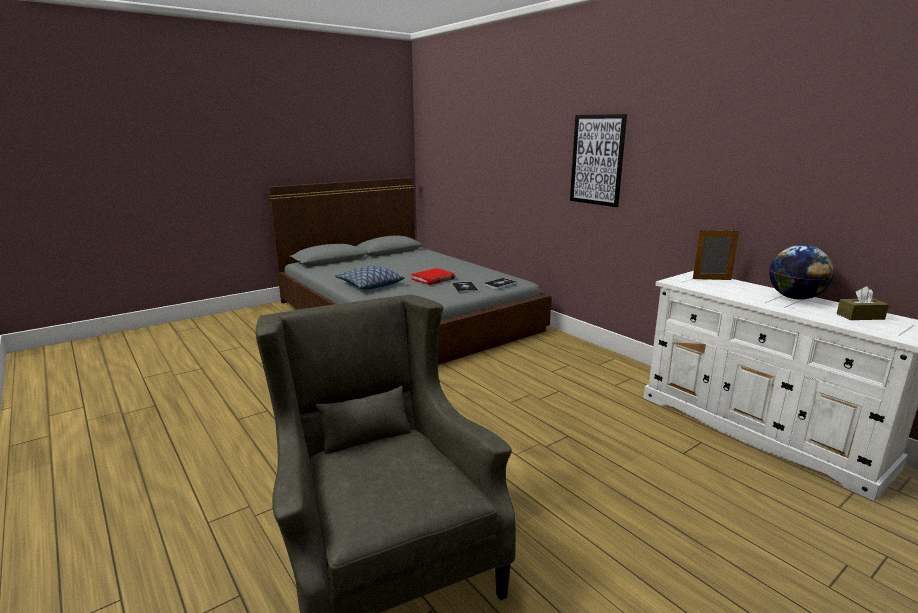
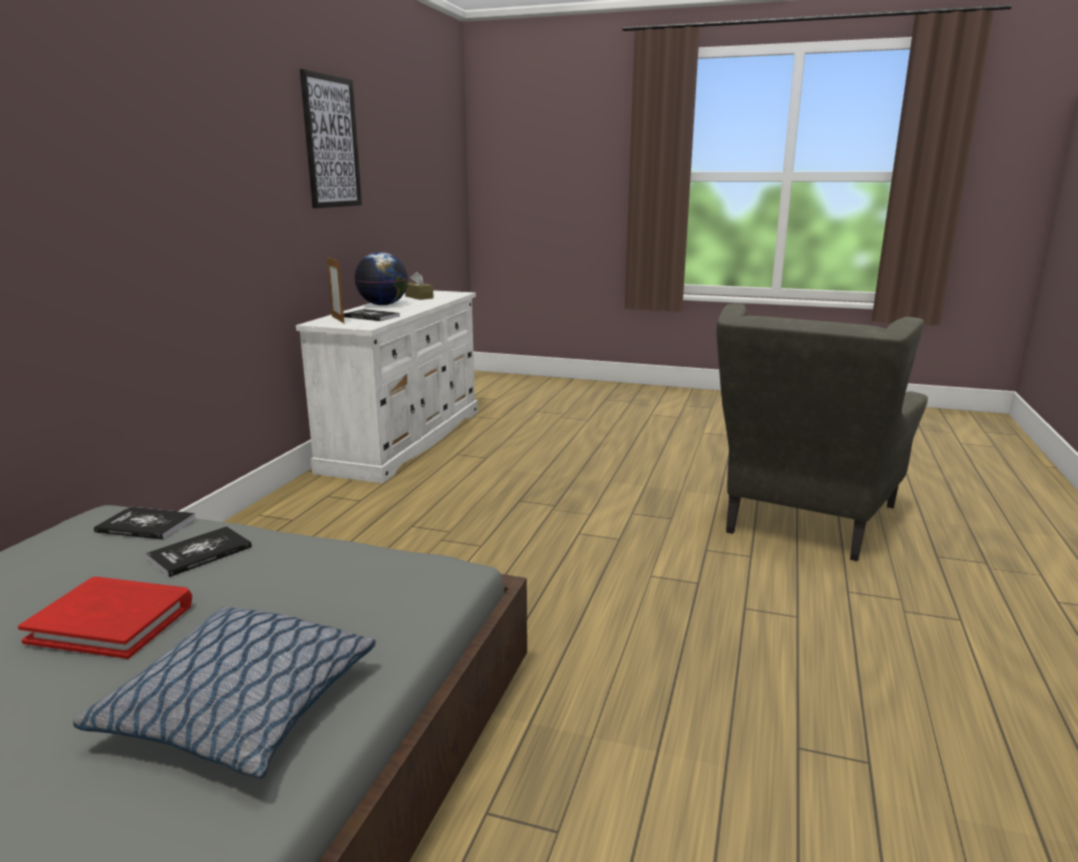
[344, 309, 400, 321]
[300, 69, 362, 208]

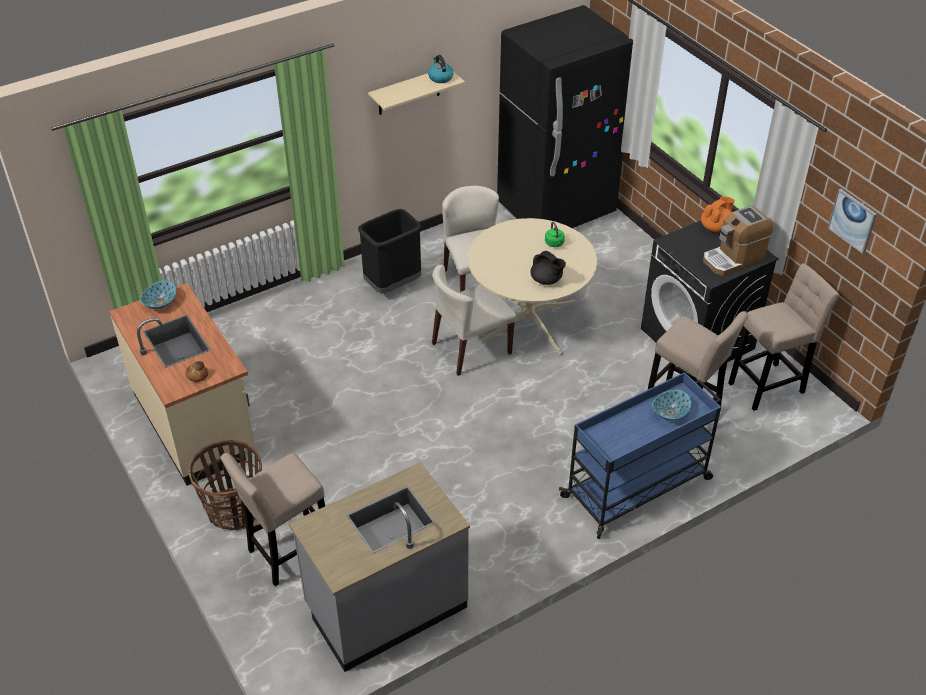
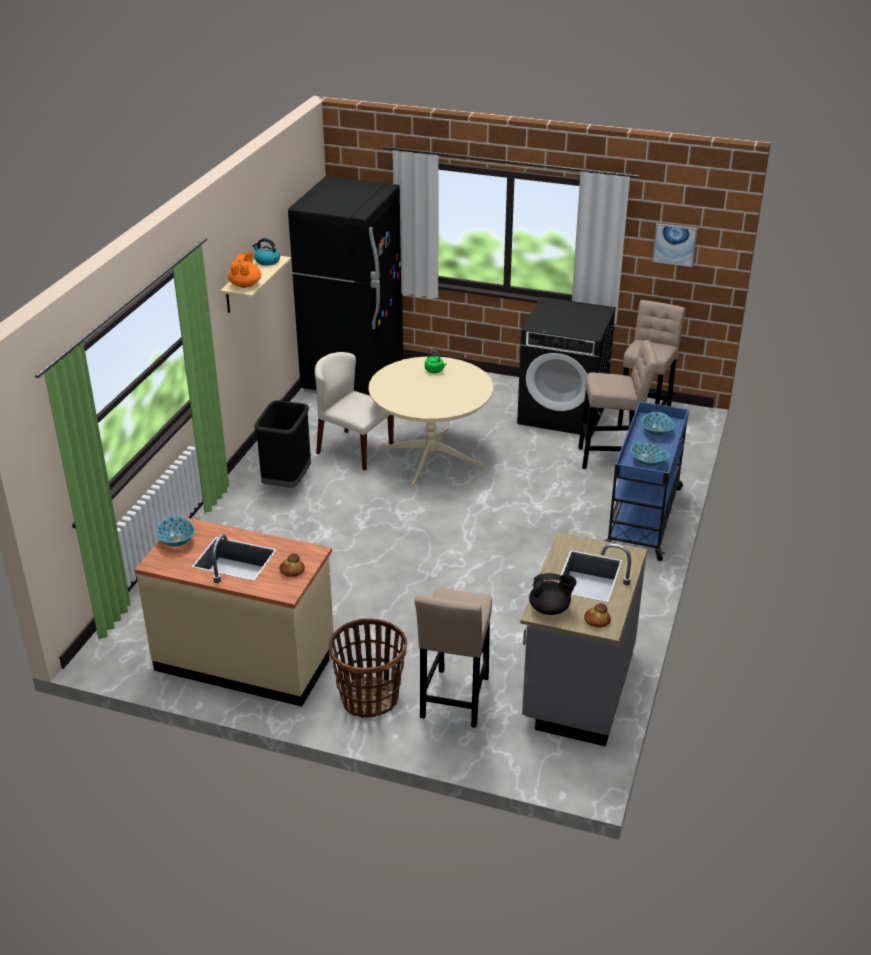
[432, 265, 517, 376] (first image)
[703, 206, 773, 276] (first image)
[584, 603, 611, 628]
[631, 442, 669, 466]
[529, 573, 577, 615]
[228, 252, 261, 288]

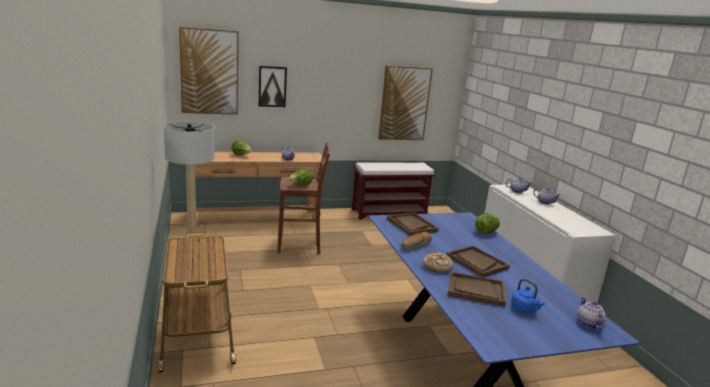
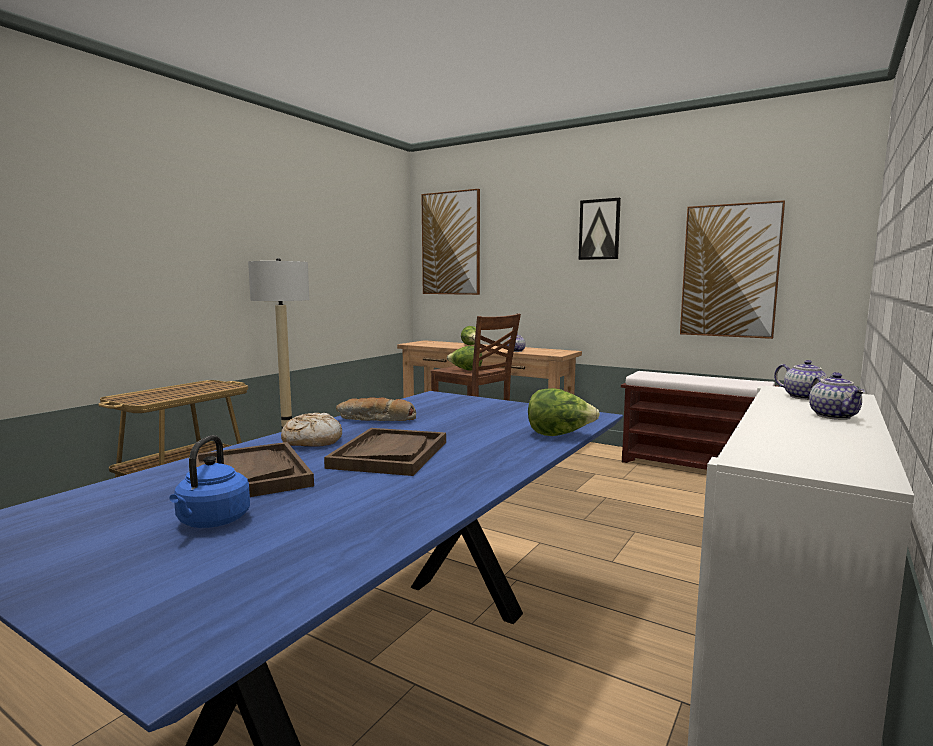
[387, 212, 439, 236] (first image)
[577, 297, 606, 329] (first image)
[579, 198, 621, 260]

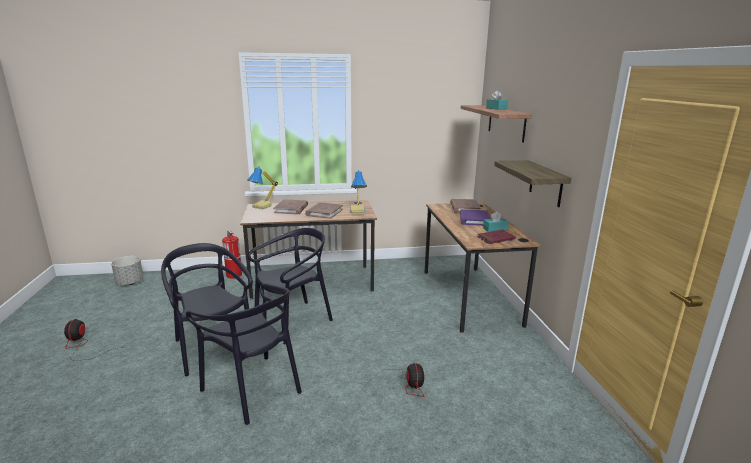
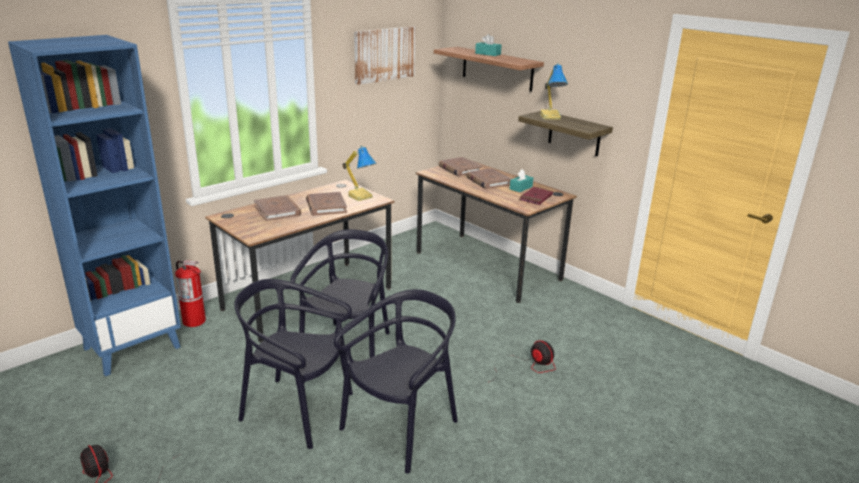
[111, 256, 143, 285] (first image)
[8, 35, 181, 376]
[354, 26, 415, 85]
[540, 63, 568, 120]
[466, 168, 511, 189]
[334, 289, 458, 474]

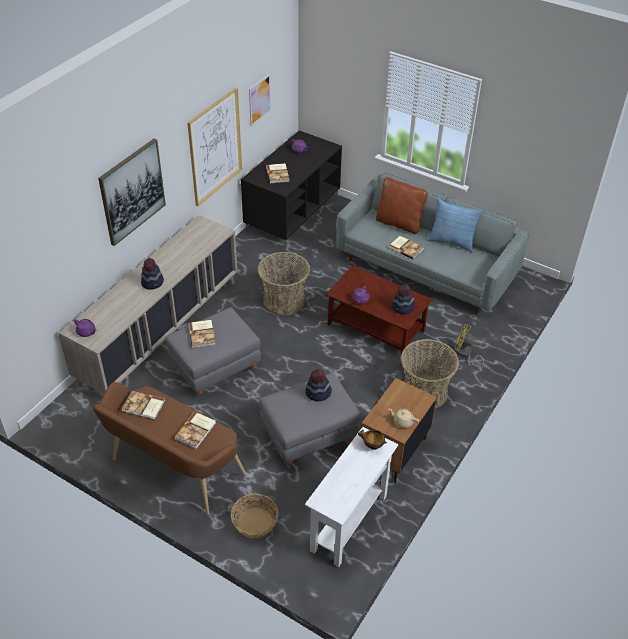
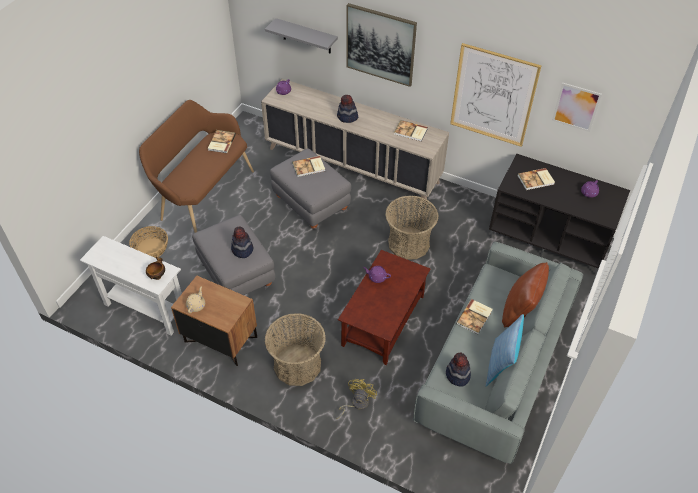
[265, 18, 338, 53]
[394, 120, 428, 141]
[446, 353, 471, 387]

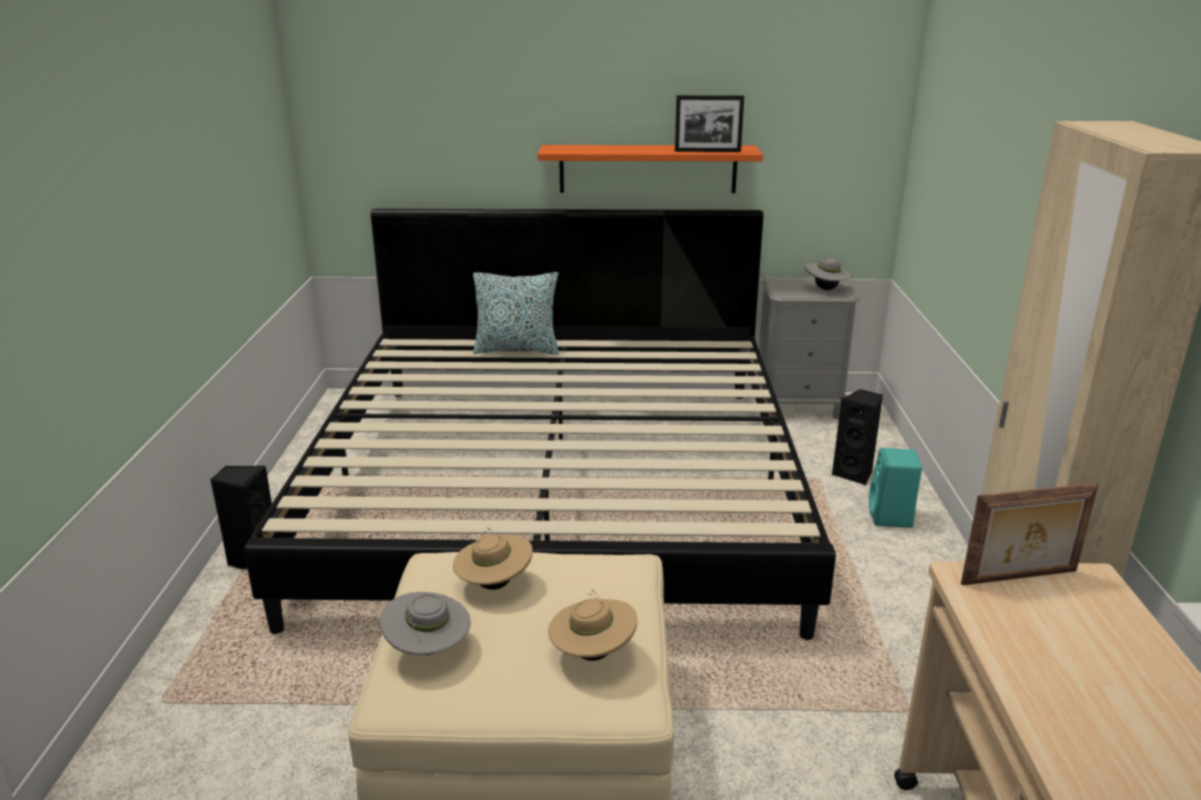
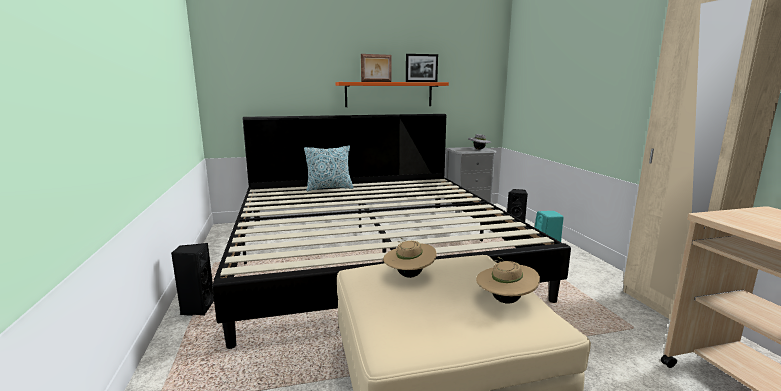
[380, 592, 471, 655] (first image)
[361, 54, 391, 82]

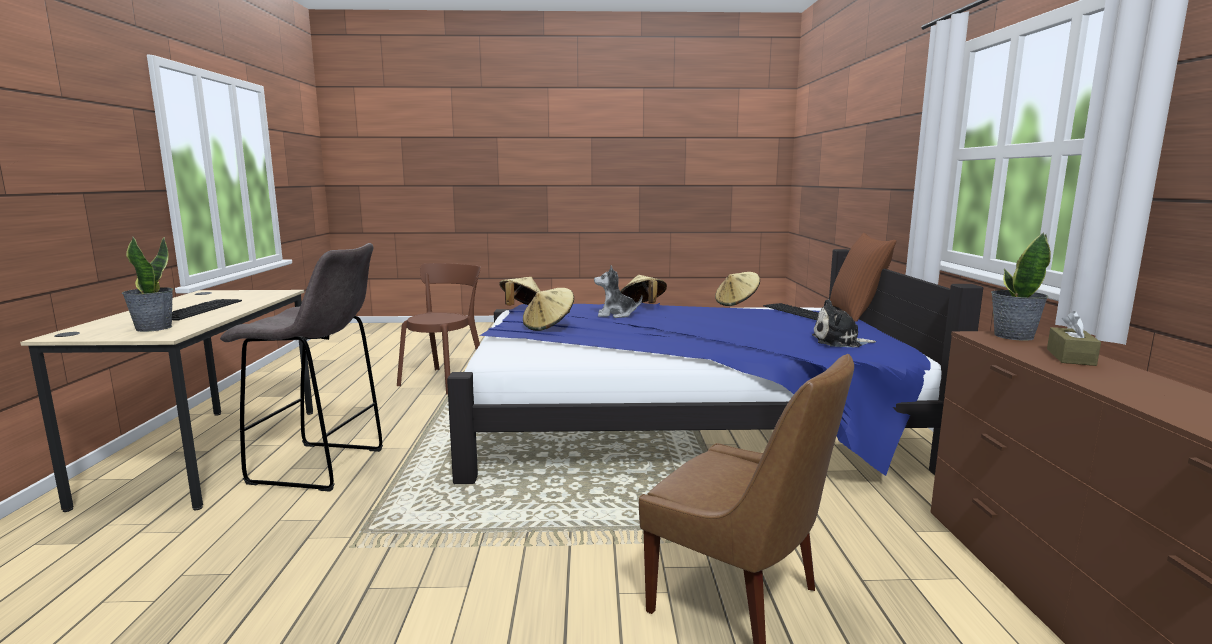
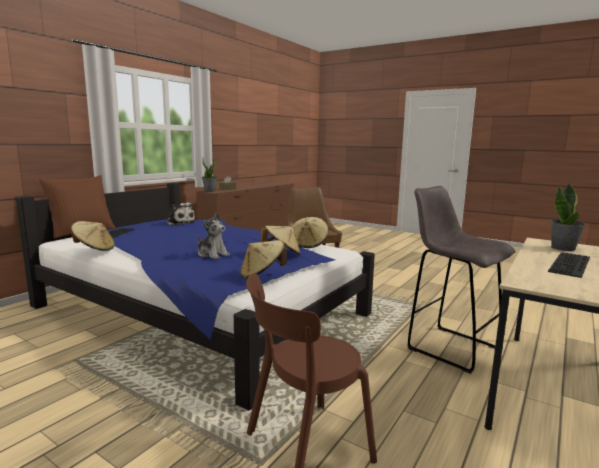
[292, 217, 329, 248]

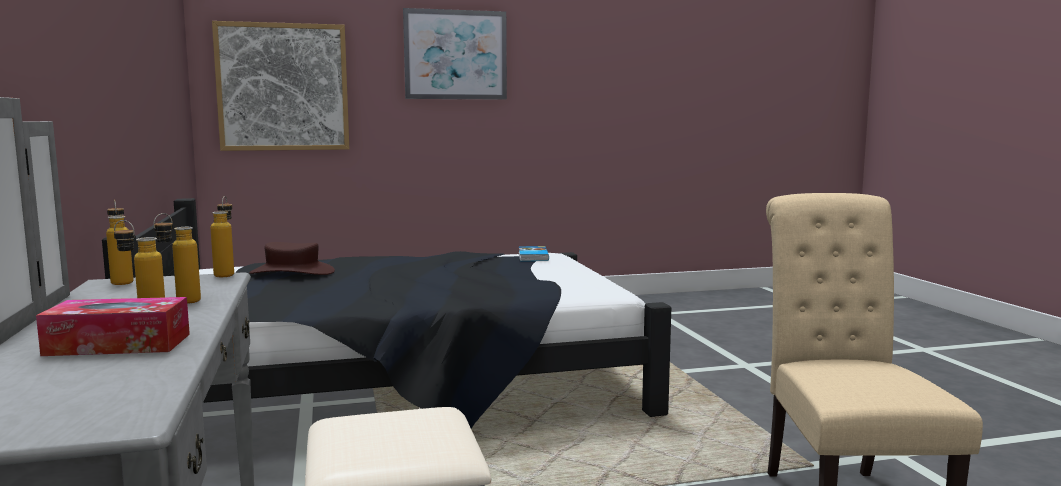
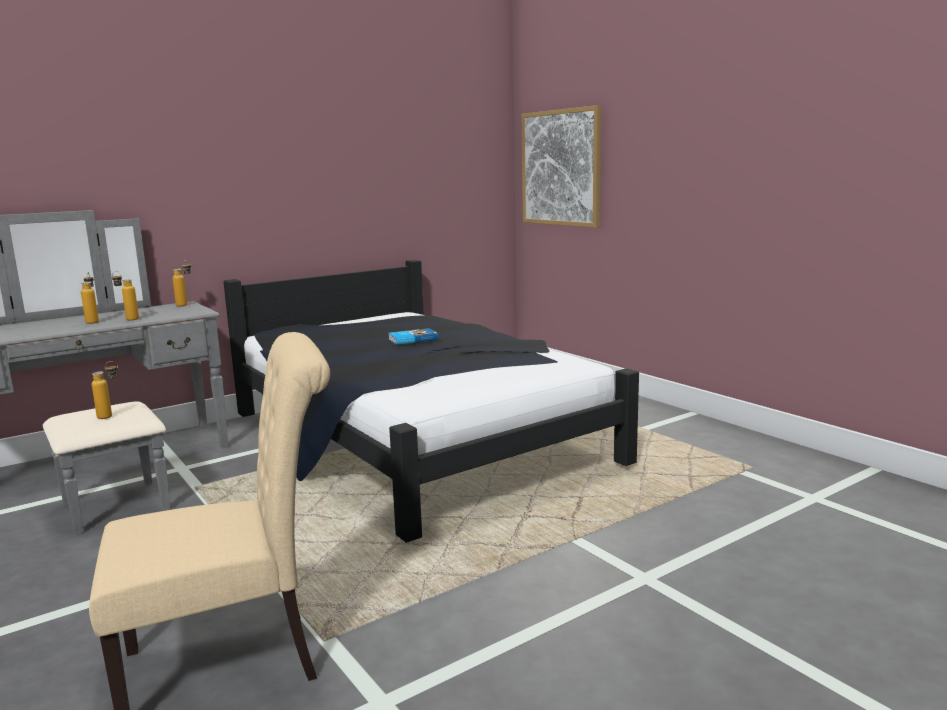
[36, 297, 190, 356] (first image)
[249, 242, 335, 275] (first image)
[403, 8, 507, 100] (first image)
[92, 361, 118, 419]
[388, 328, 438, 345]

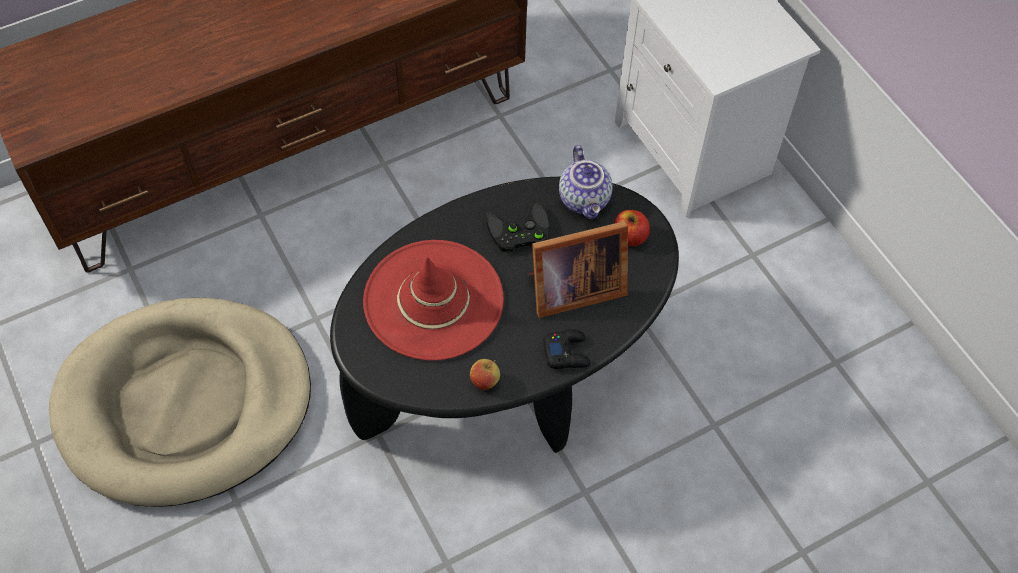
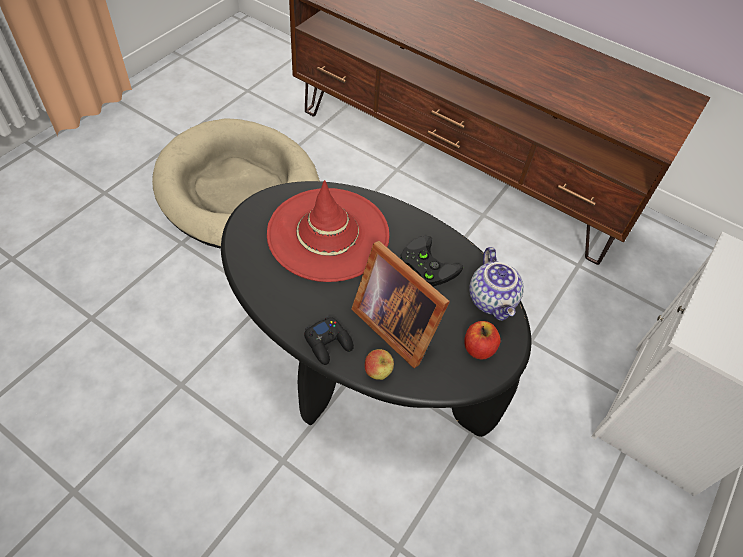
[365, 349, 394, 380]
[469, 247, 524, 321]

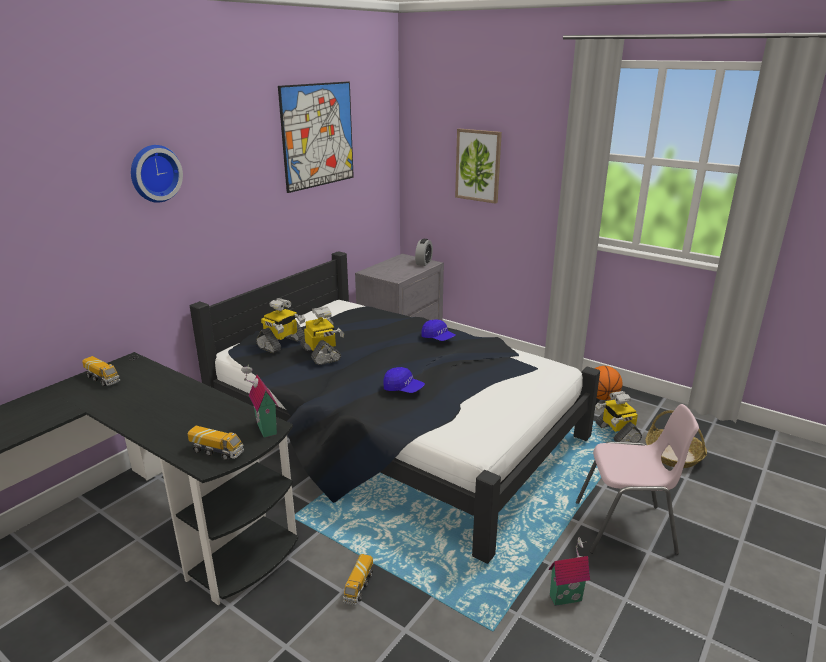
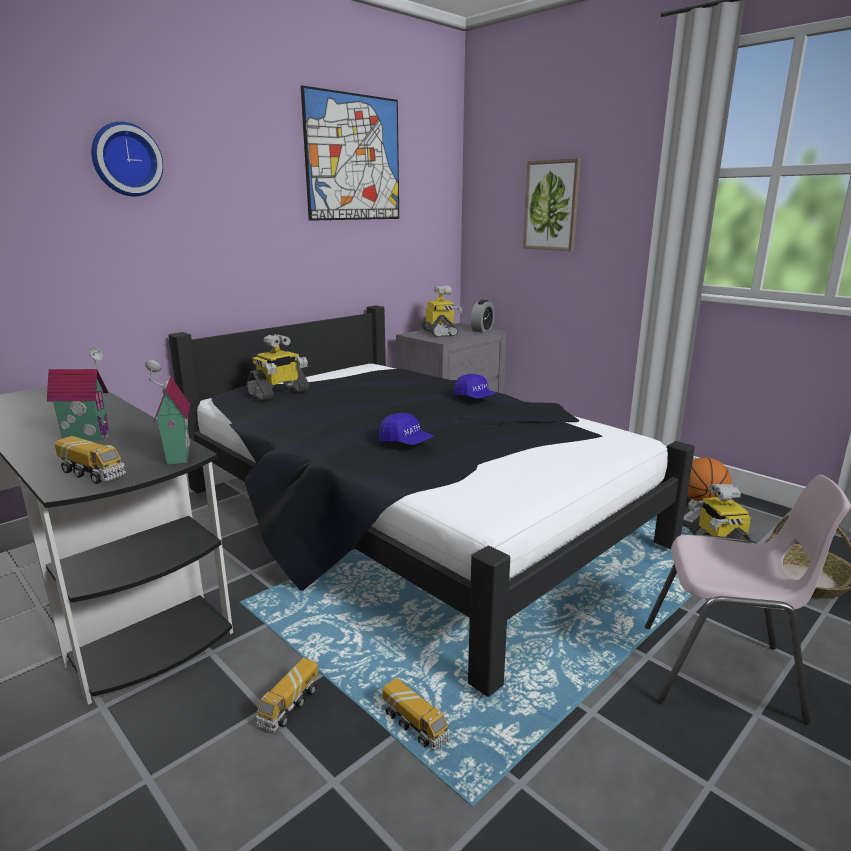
[382, 678, 450, 751]
[421, 286, 463, 337]
[47, 347, 109, 440]

